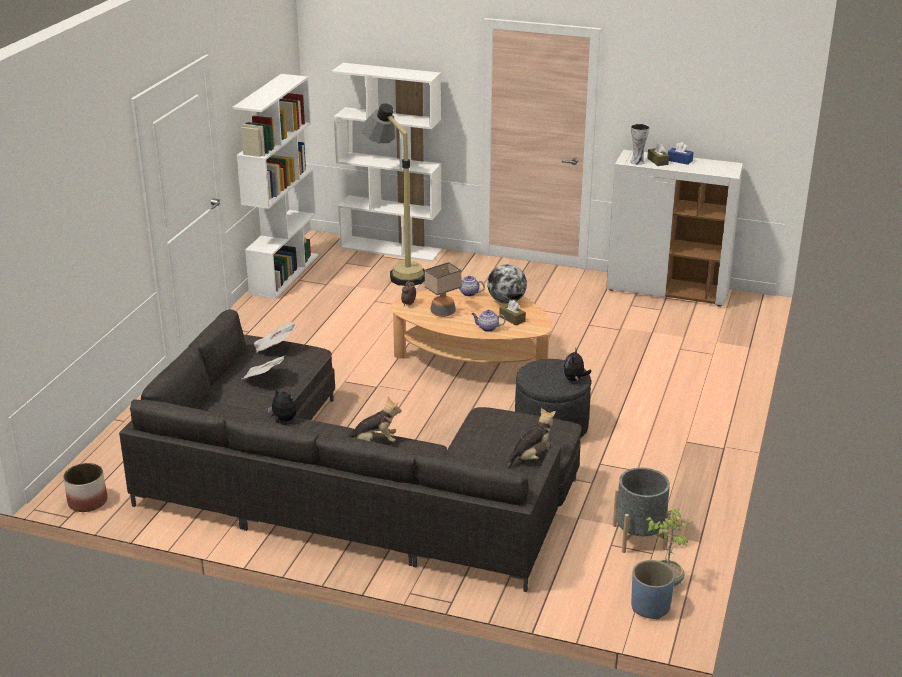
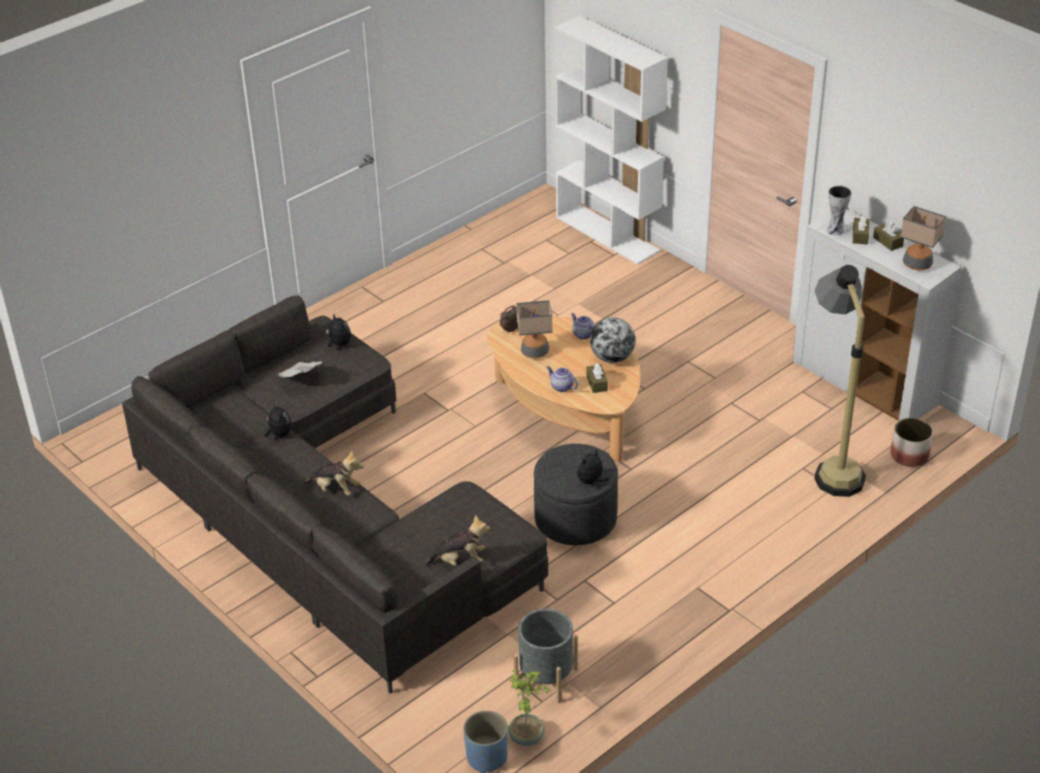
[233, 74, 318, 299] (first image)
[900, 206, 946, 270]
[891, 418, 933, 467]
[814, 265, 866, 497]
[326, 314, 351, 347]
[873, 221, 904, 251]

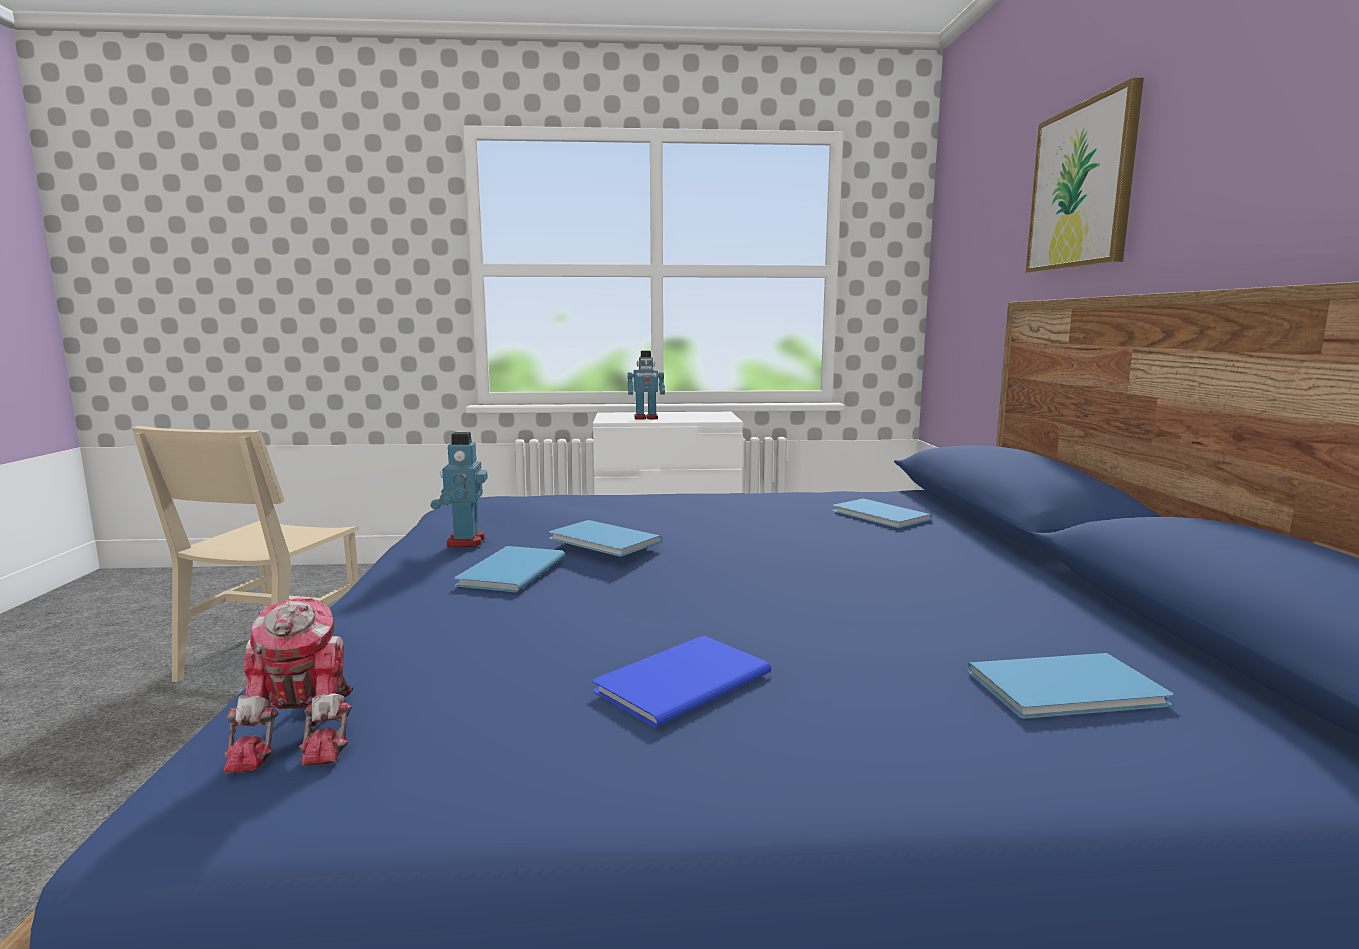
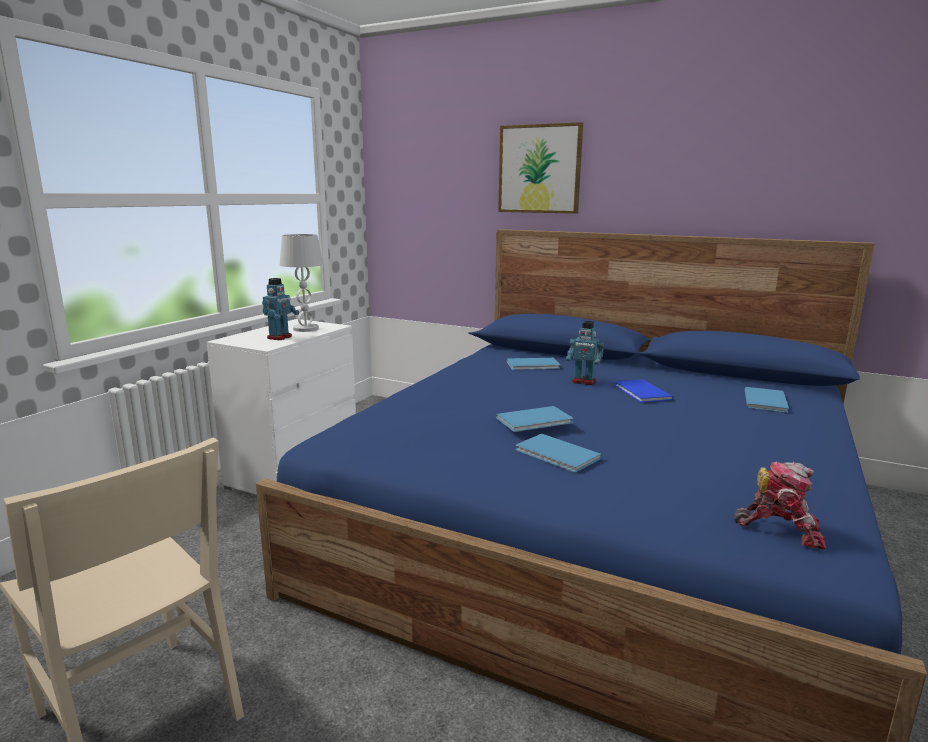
[280, 234, 323, 332]
[566, 321, 604, 385]
[614, 379, 674, 402]

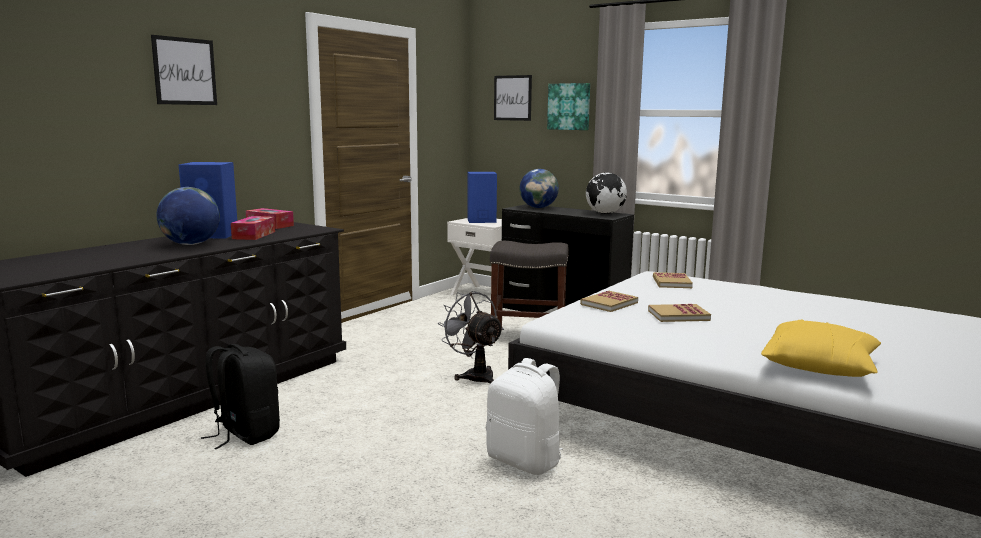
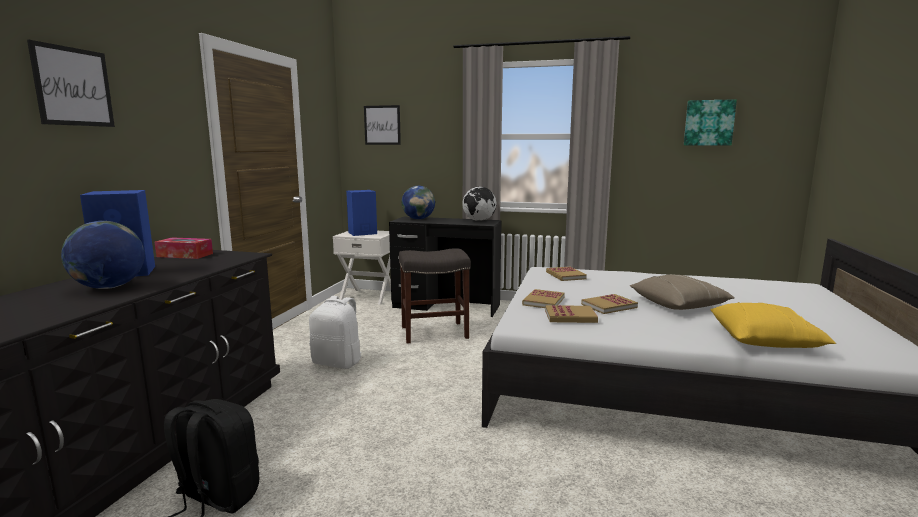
[231, 216, 275, 240] (first image)
[438, 291, 504, 384] (first image)
[545, 305, 598, 323]
[630, 274, 735, 310]
[309, 296, 362, 369]
[684, 99, 737, 145]

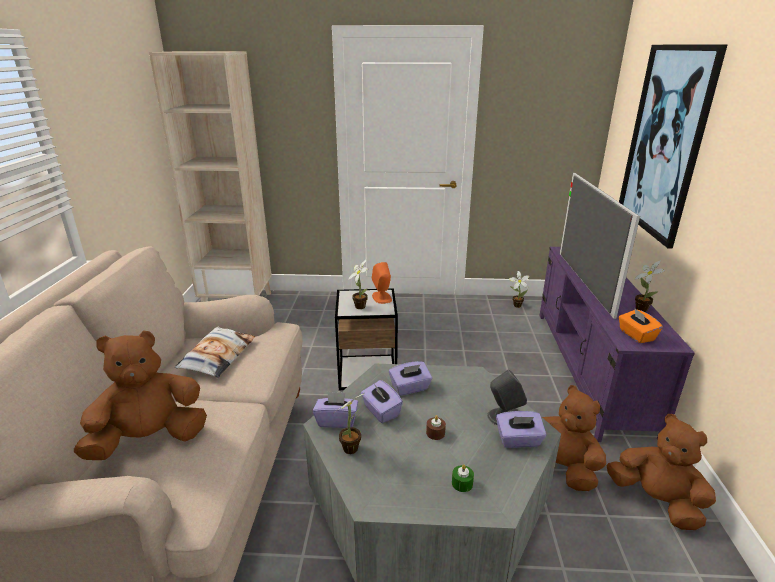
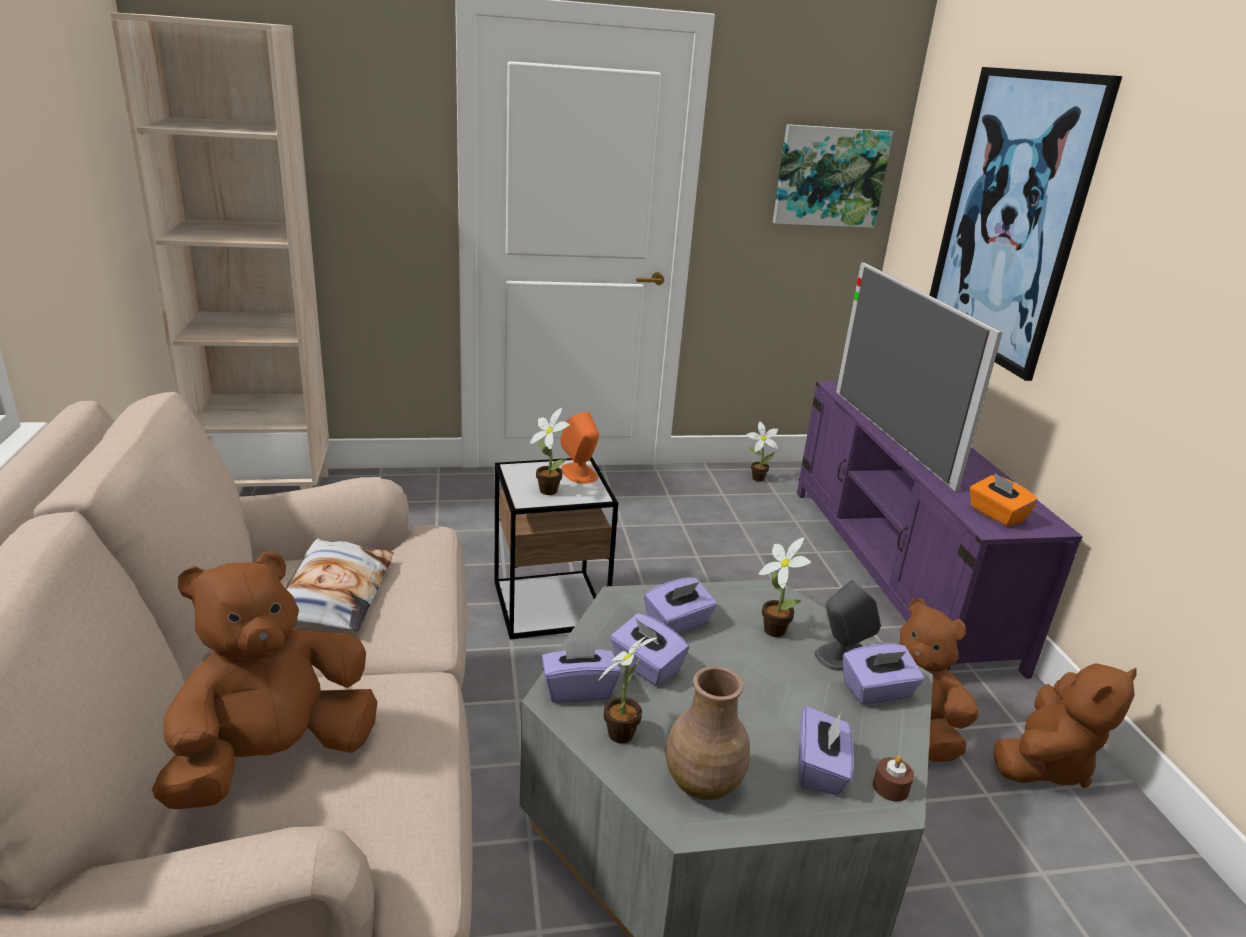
[665, 666, 750, 800]
[773, 124, 893, 228]
[873, 756, 914, 802]
[759, 537, 811, 637]
[798, 706, 854, 795]
[994, 663, 1137, 788]

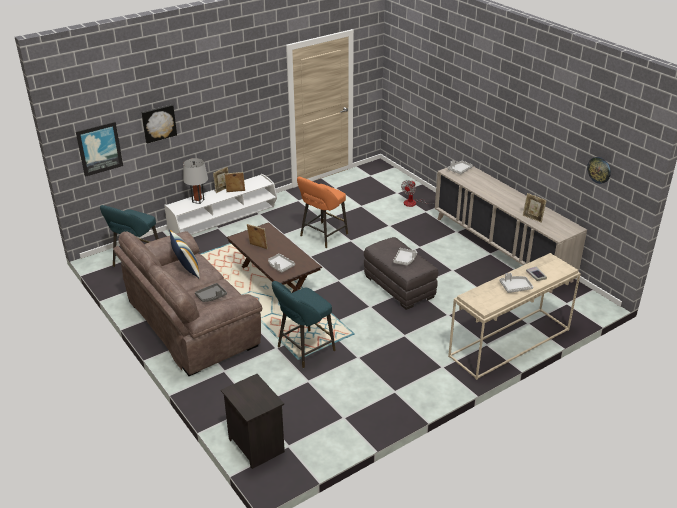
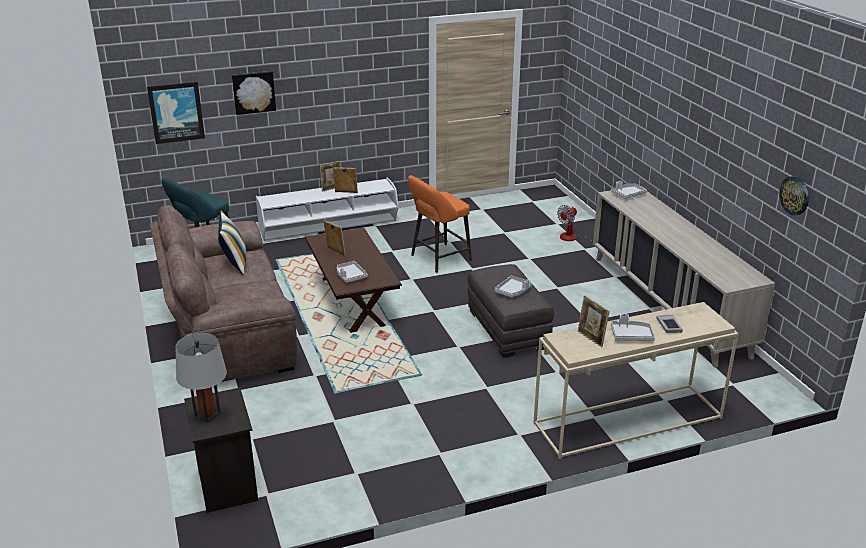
[195, 283, 227, 302] (first image)
[272, 281, 336, 368] (first image)
[175, 333, 227, 423]
[578, 295, 610, 347]

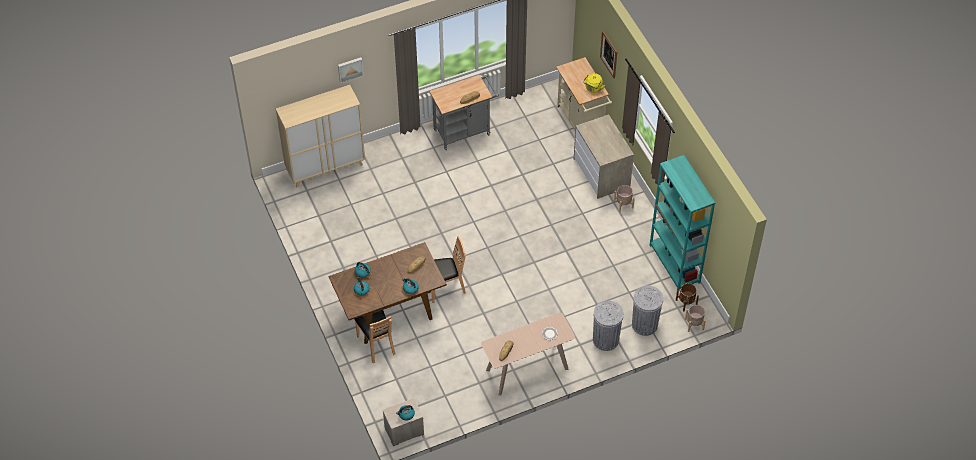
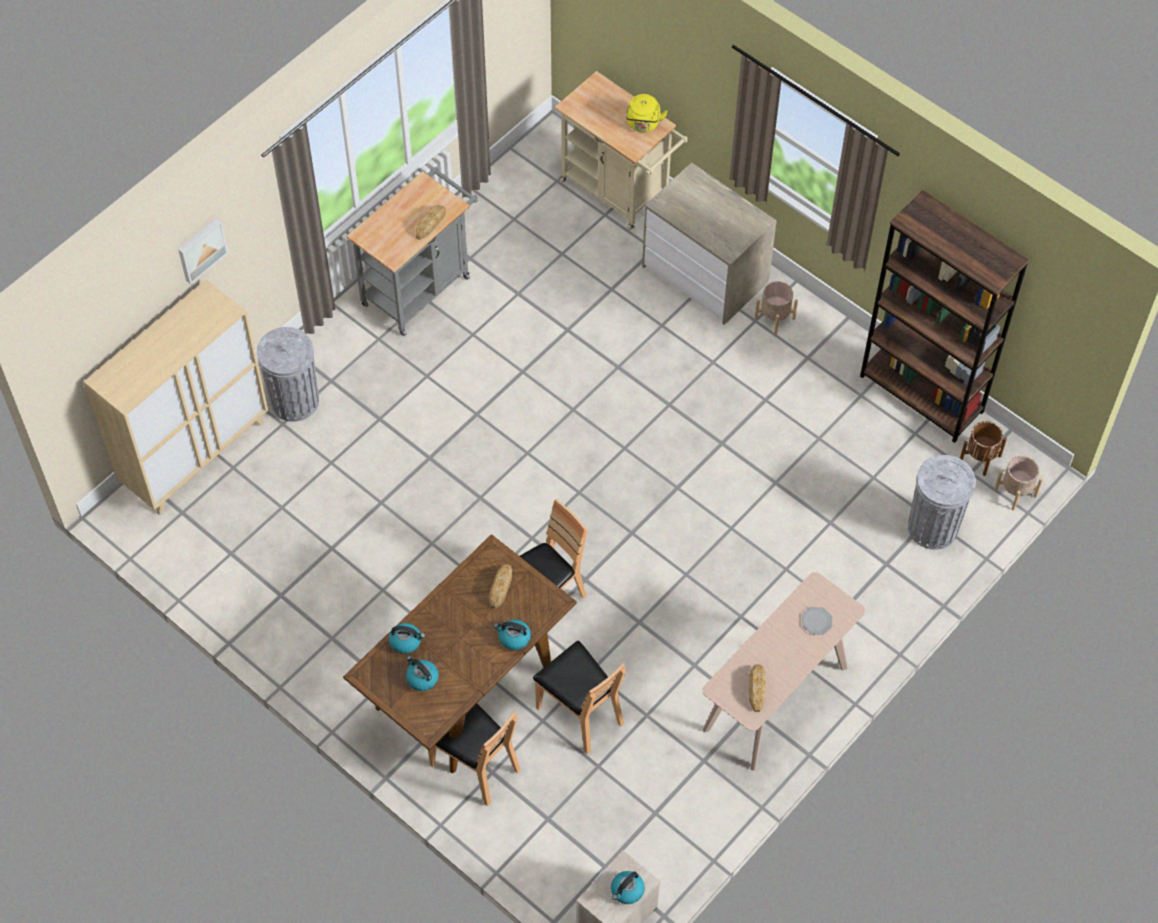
[600, 31, 617, 78] (first image)
[533, 641, 626, 754]
[257, 327, 319, 422]
[860, 190, 1029, 443]

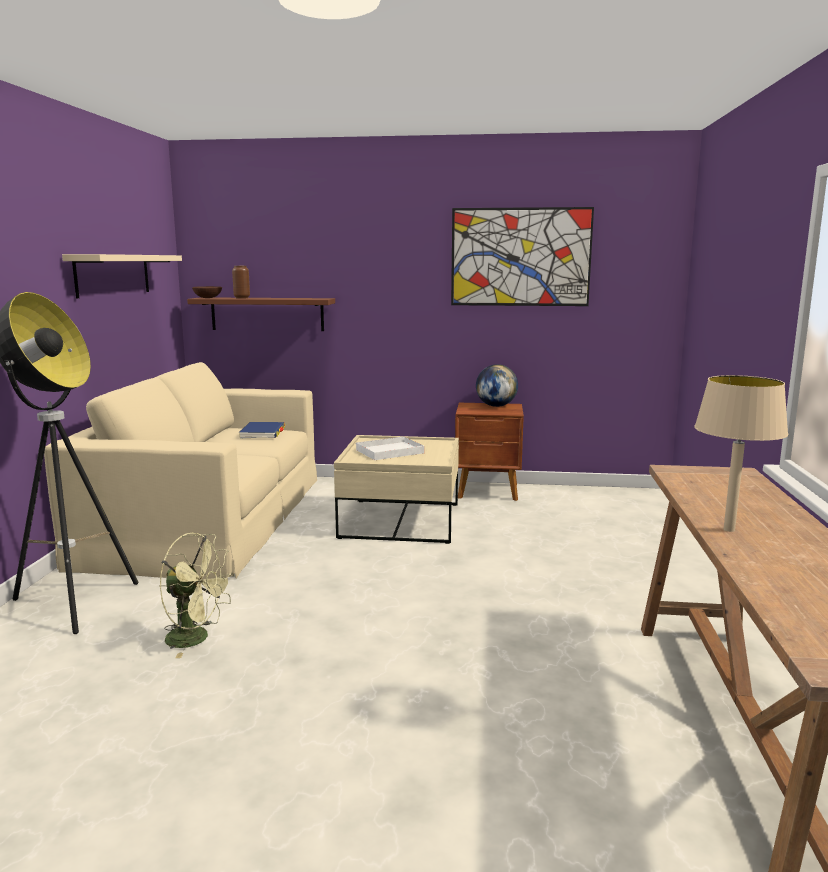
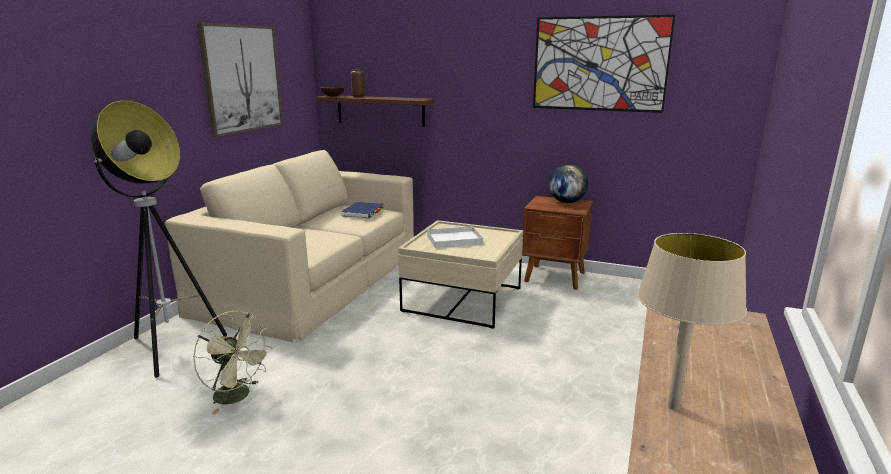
[197, 23, 283, 137]

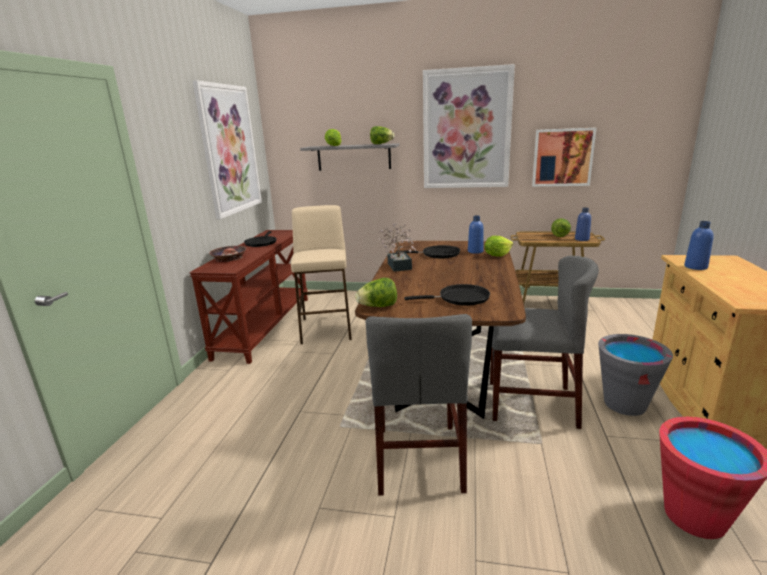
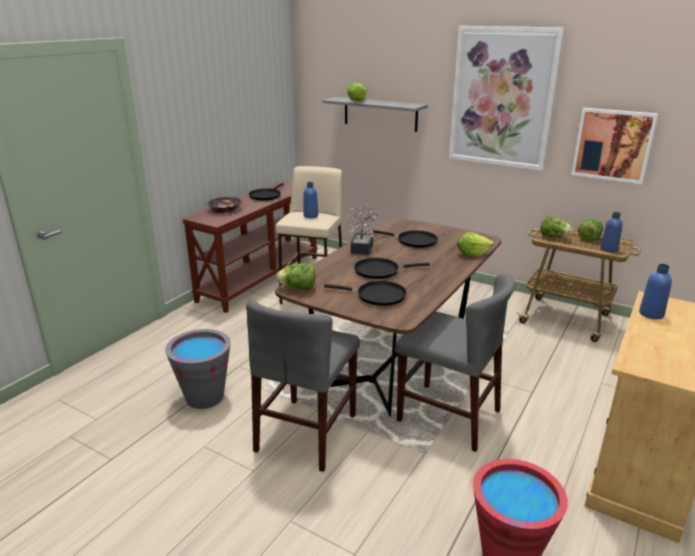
[193, 80, 262, 219] (first image)
[354, 258, 430, 279]
[540, 216, 573, 237]
[304, 182, 318, 218]
[165, 329, 231, 409]

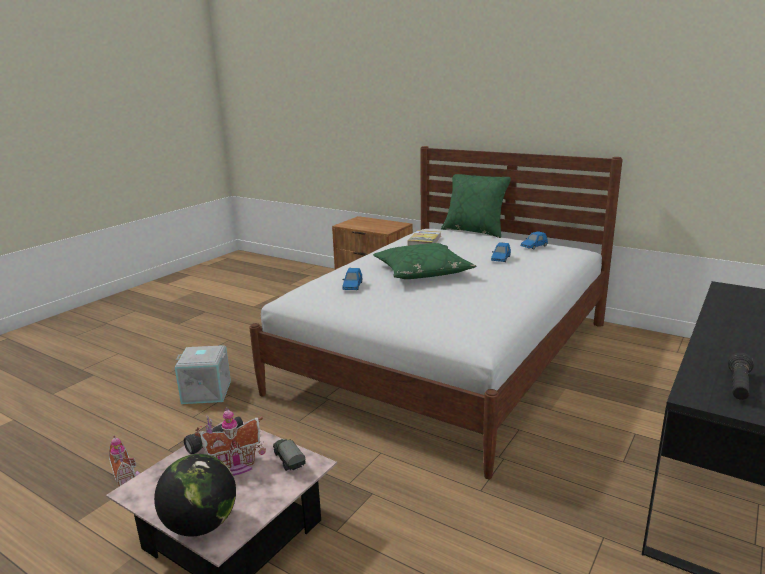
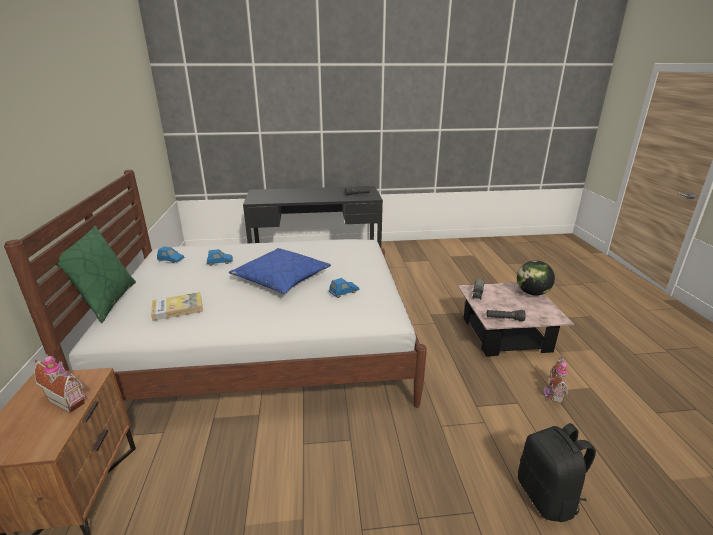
[175, 345, 231, 404] (first image)
[518, 423, 596, 522]
[34, 354, 87, 413]
[229, 248, 331, 294]

